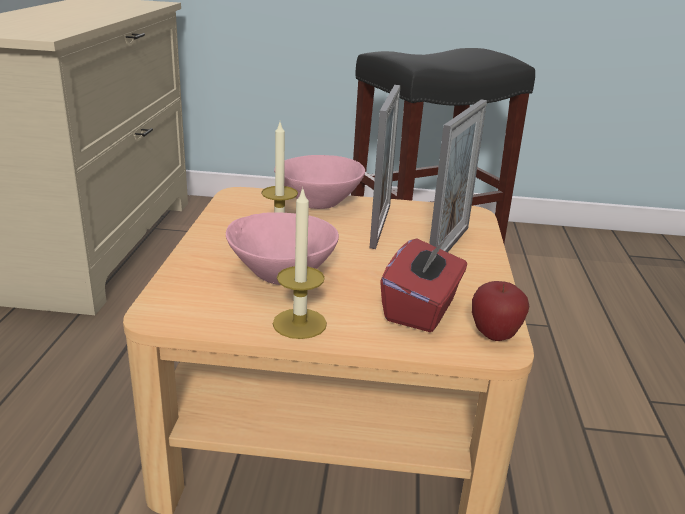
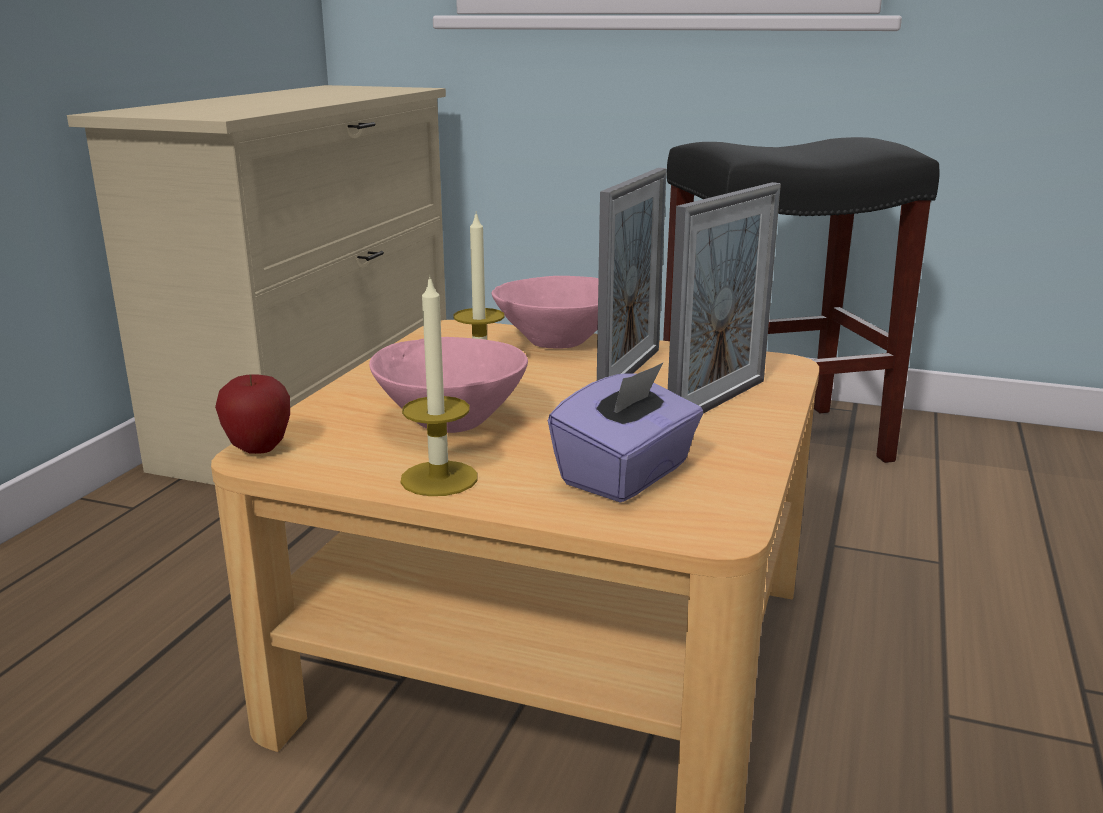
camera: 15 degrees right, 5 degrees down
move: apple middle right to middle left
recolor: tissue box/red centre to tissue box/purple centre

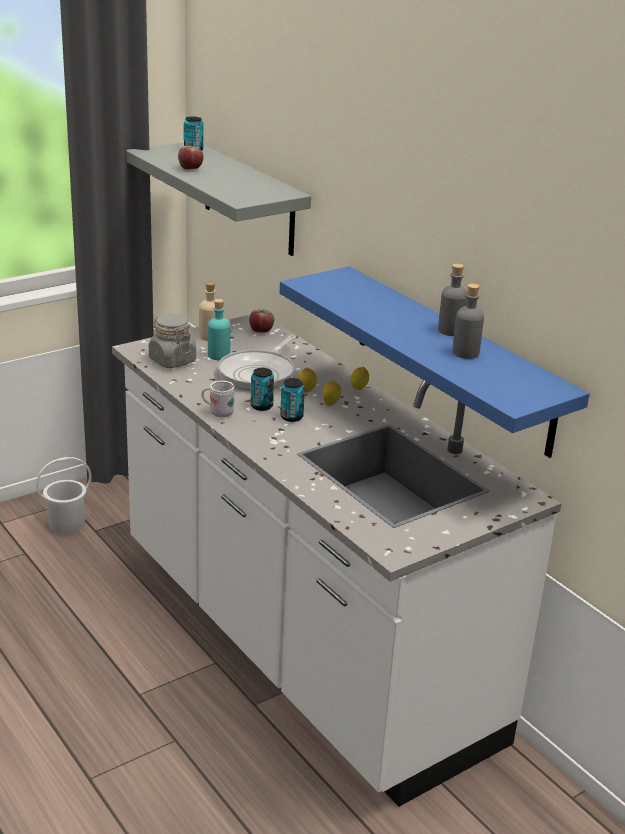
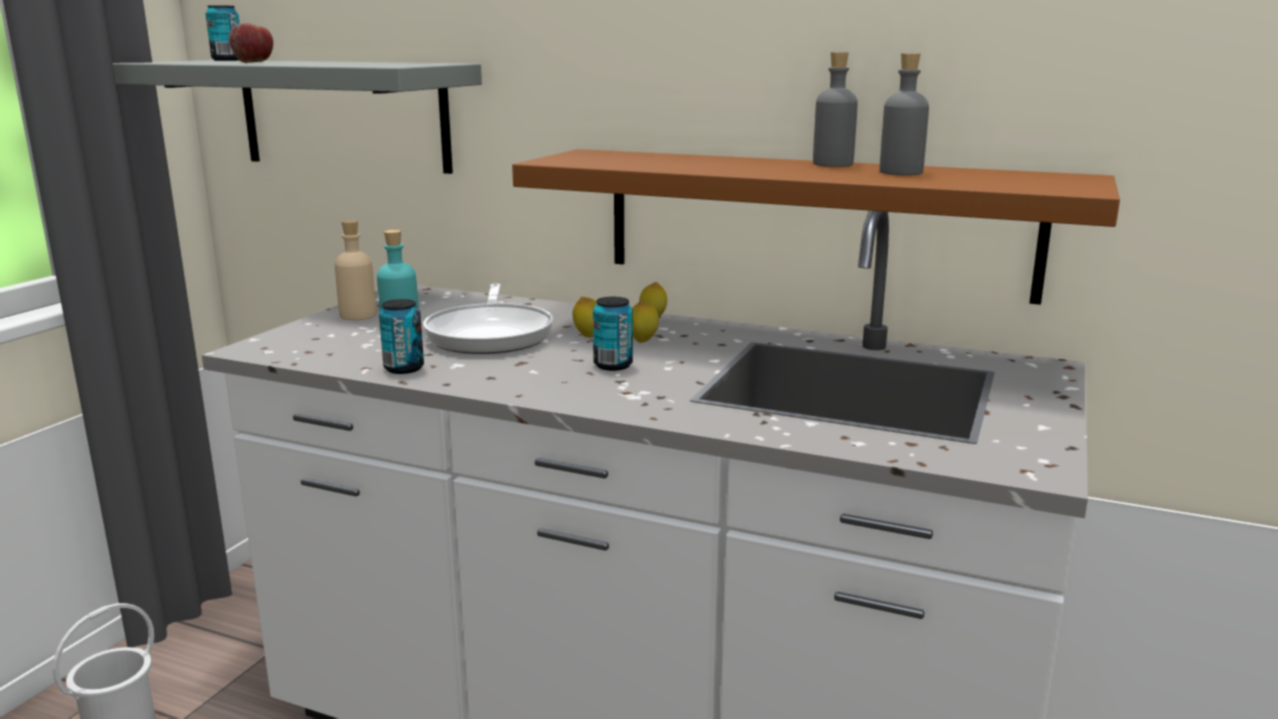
camera: 30 degrees left, 10 degrees down
delete: jar/grey middle left; mug/white centre; apple (2nd from left) centre
move: can (2nd from left) centre to middle left
recolor: shelf/blue middle right to shelf/brown top centre

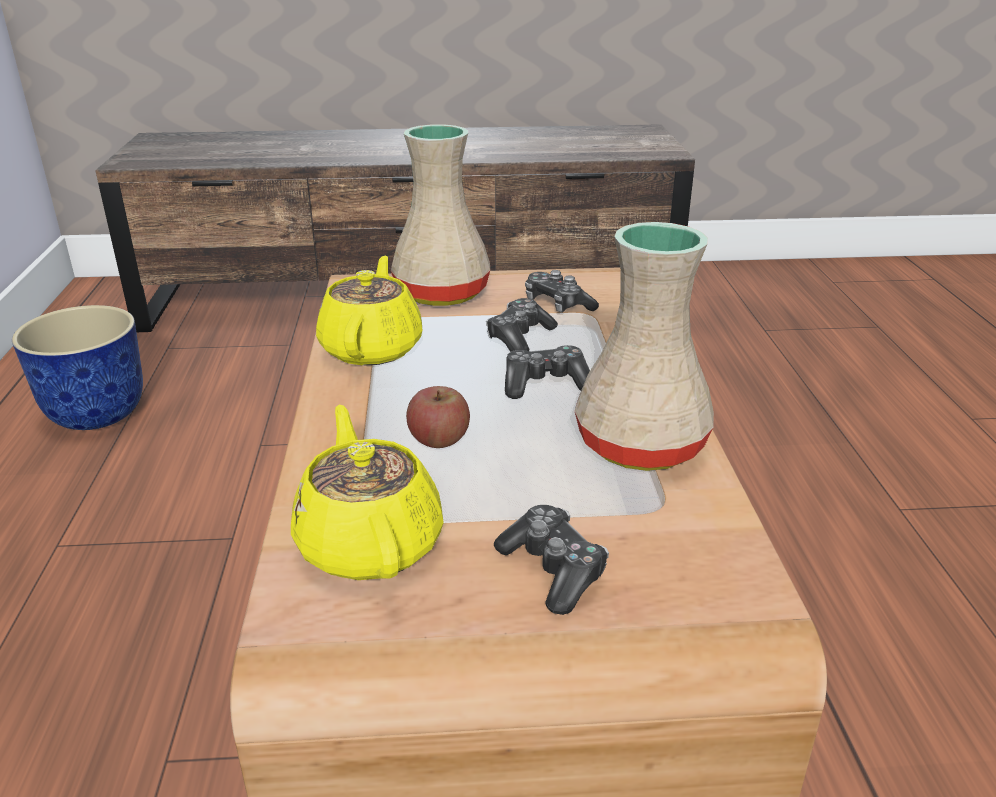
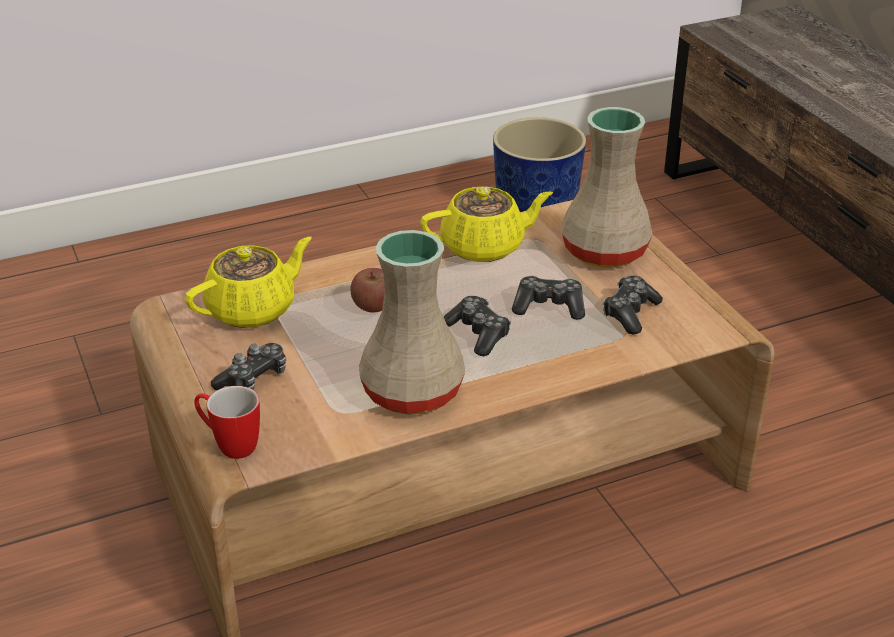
camera: 70 degrees right, 5 degrees up
insert: mug middle left

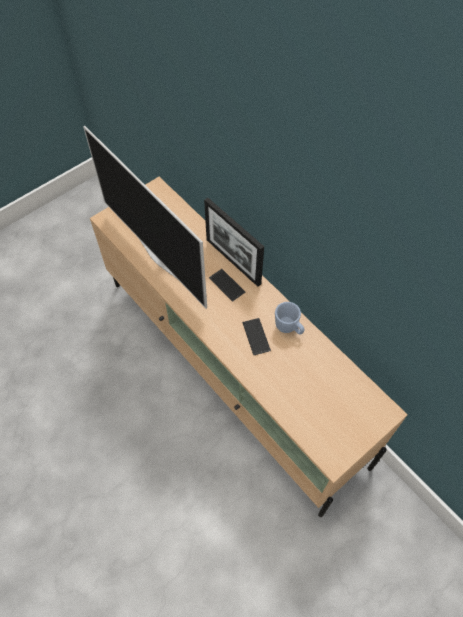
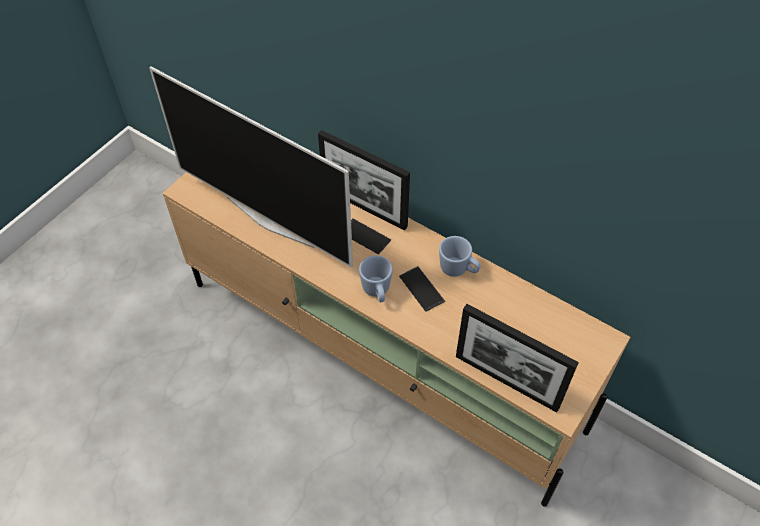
camera: 15 degrees left, 5 degrees down
insert: mug/blue (1st from left) centre; picture frame (2nd from left) bottom right

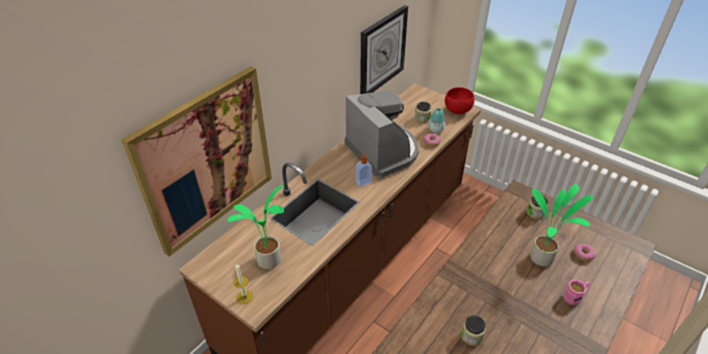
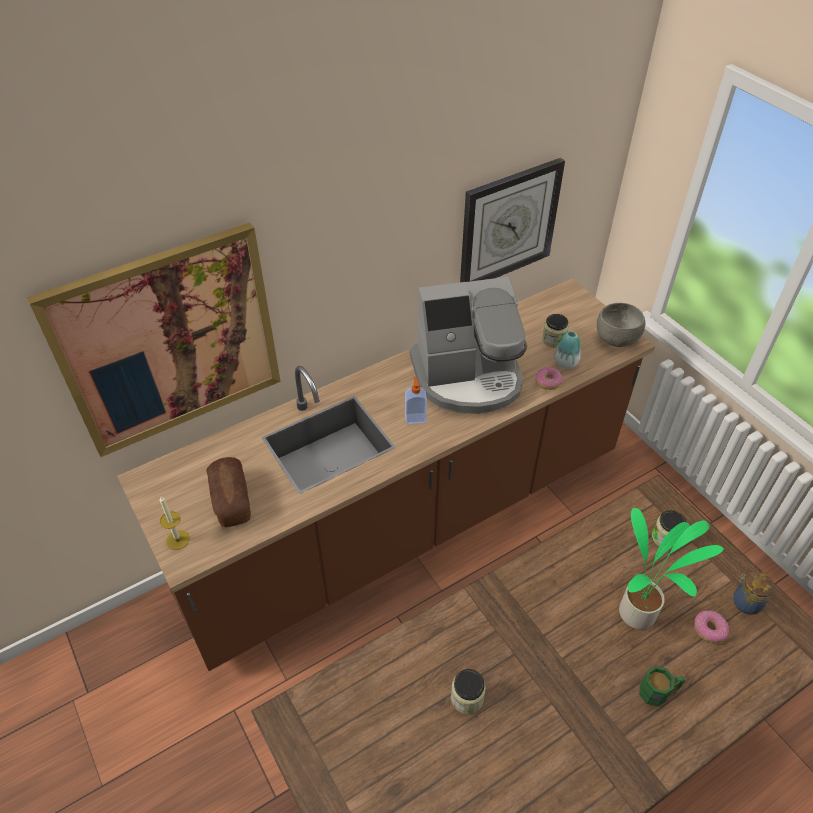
camera: 20 degrees right, 5 degrees up
insert: jar (4th from left) bottom right
replace: potted plant (1st from left) centre to bread middle left
recolor: bowl/red top centre to bowl/grey middle right; mug/pink bottom right to mug/green bottom right
rotate: coffee machine centre = centre 90 degrees clockwise

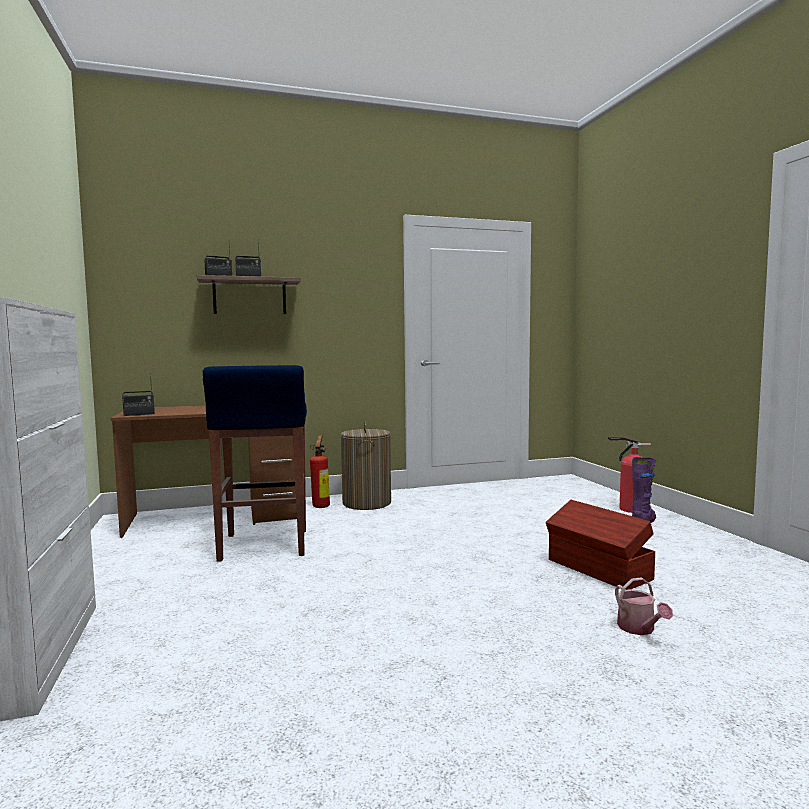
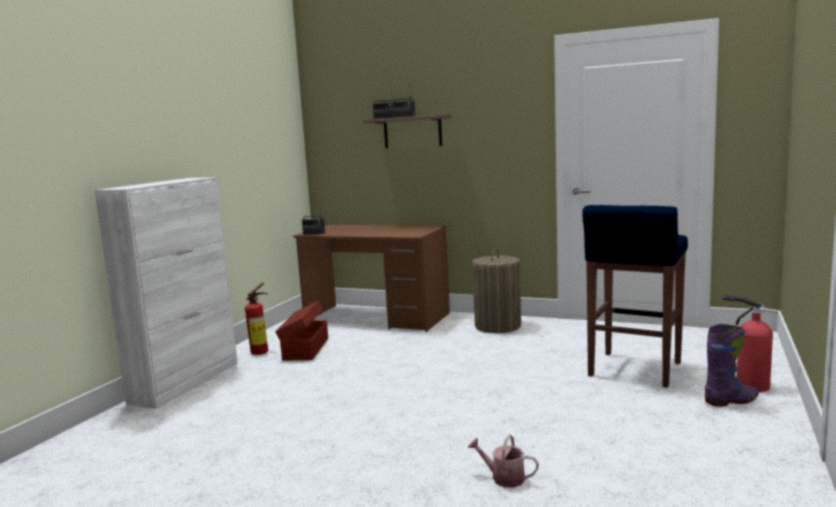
camera: 40 degrees right, 5 degrees up
move: stool/blue middle left to middle right; fire extinguisher (1st from left) centre to middle left; storage box/brown bottom right to centre
rotate: watering can bottom right = bottom centre 90 degrees clockwise

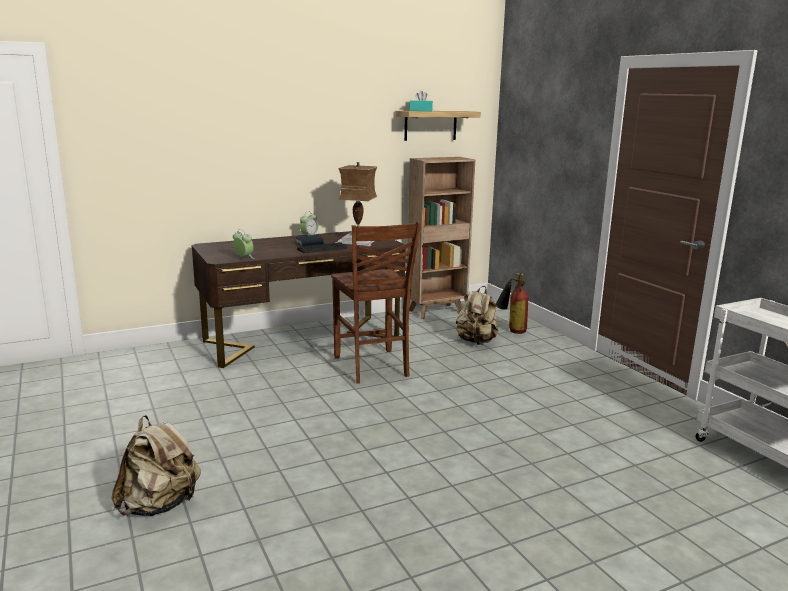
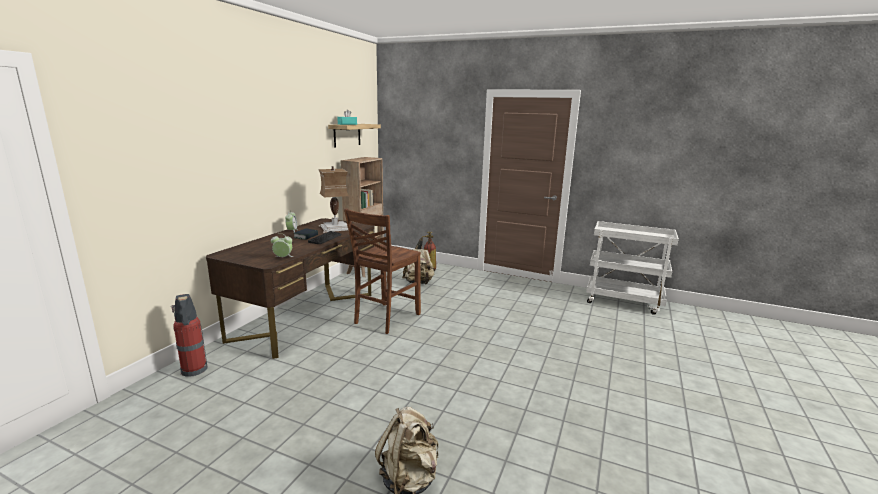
camera: 40 degrees left, 0 degrees up
insert: fire extinguisher (1st from left) bottom left
rotate: chair/brown centre = centre 90 degrees clockwise

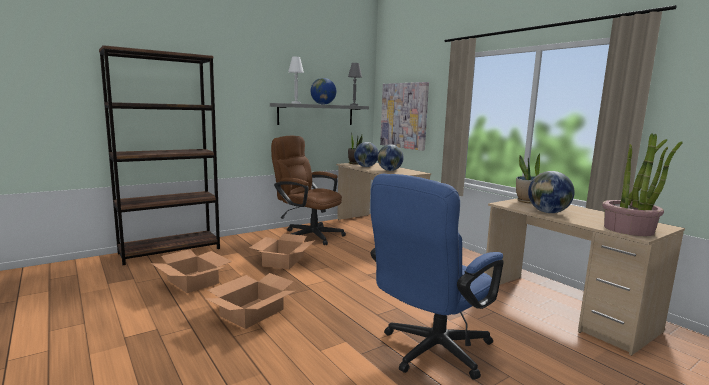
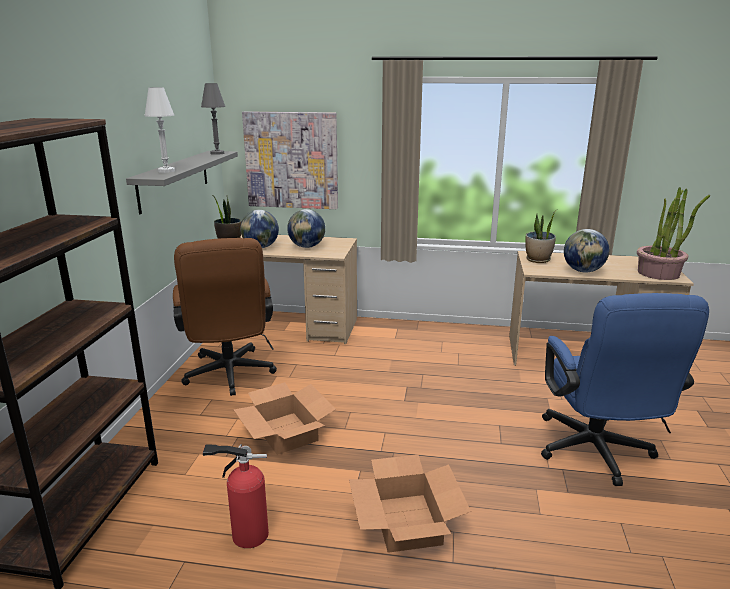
camera: 45 degrees left, 10 degrees up
delete: globe (1st from left) top centre
replace: cardboard box (1st from left) bottom left to fire extinguisher bottom left
rotate: office chair/brown centre = middle left 90 degrees counterclockwise

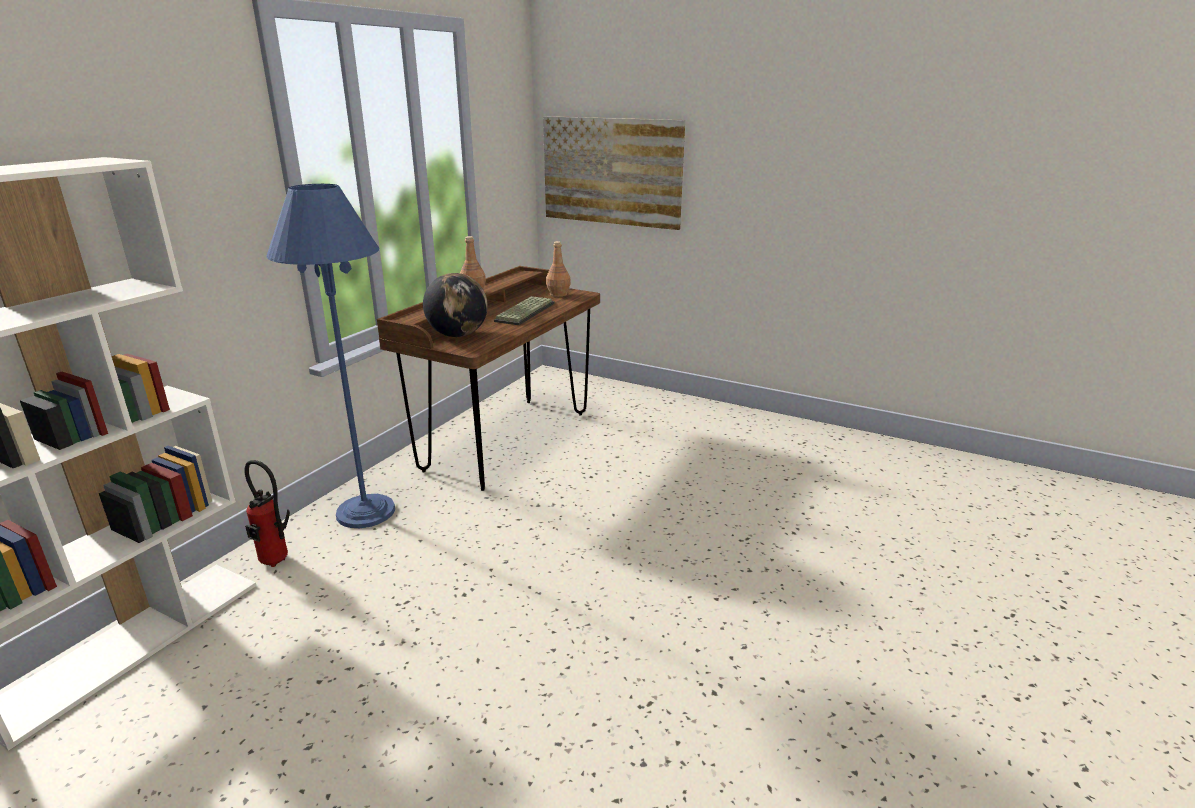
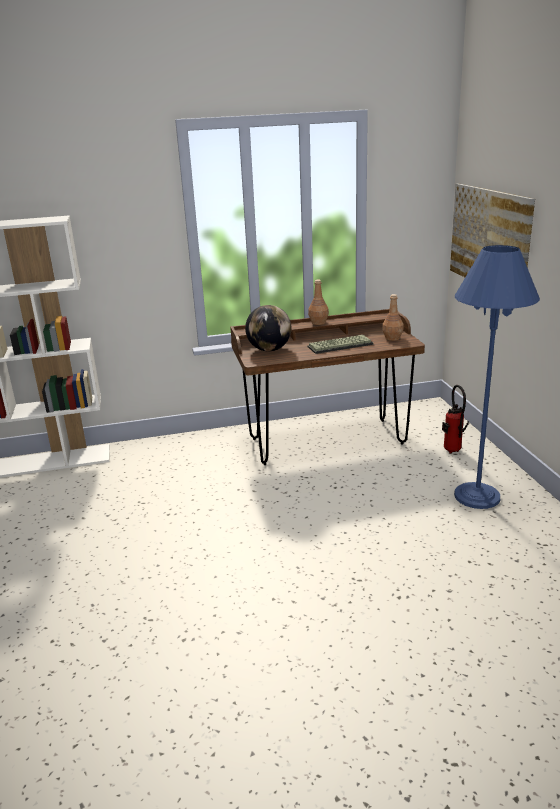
camera: 50 degrees right, 0 degrees up
move: fire extinguisher middle left to middle right; floor lamp/blue middle left to middle right

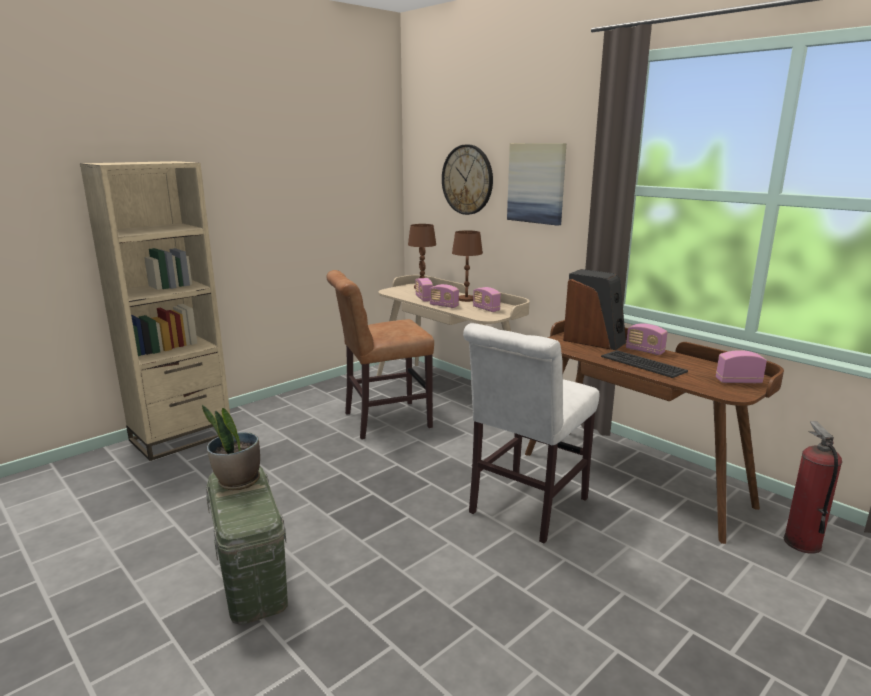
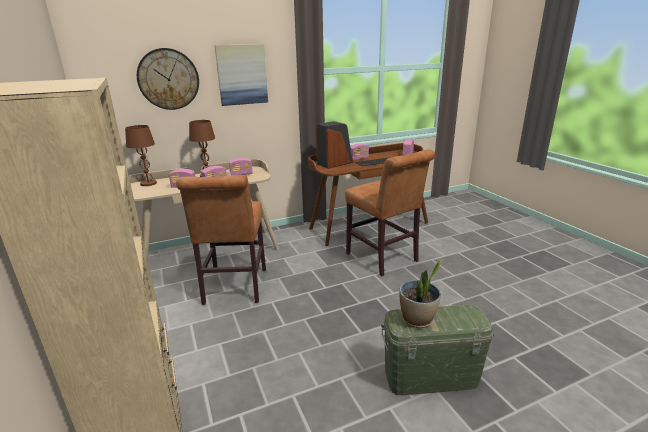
camera: 70 degrees left, 5 degrees up
delete: fire extinguisher bottom right
recolor: chair/white centre to chair/brown (2nd from left) centre

